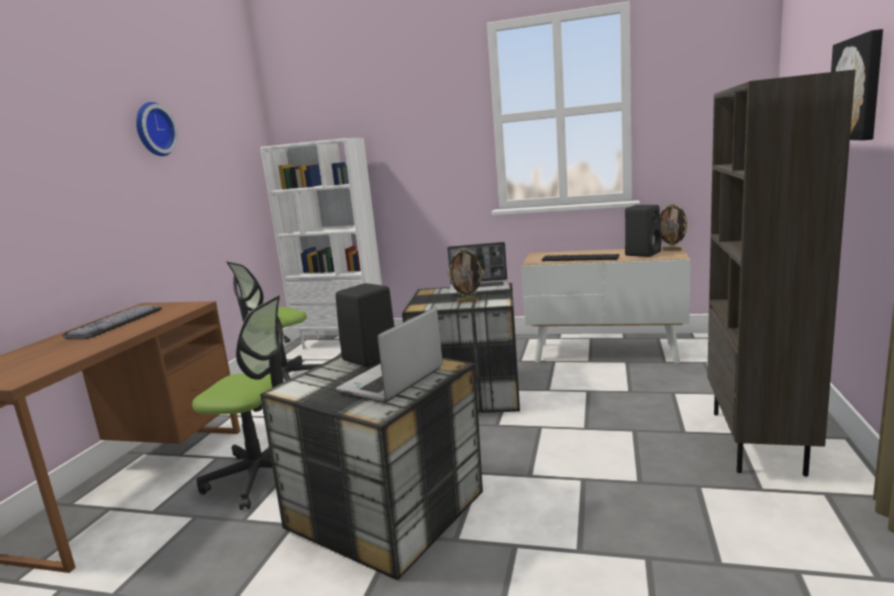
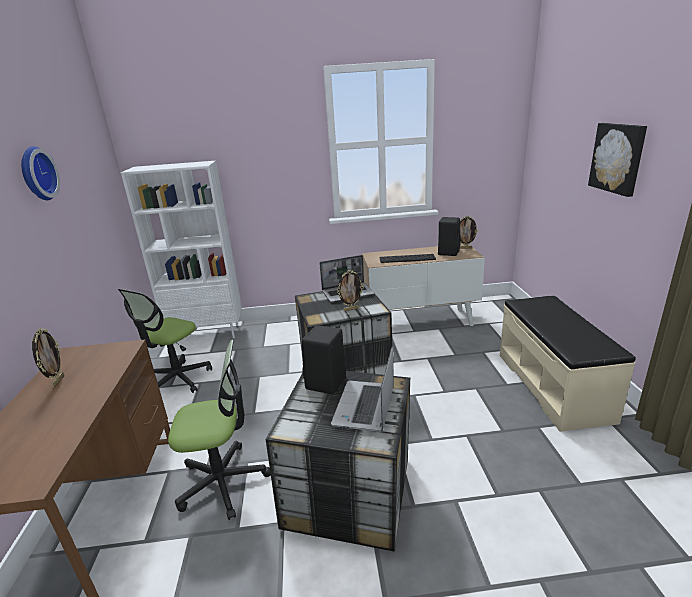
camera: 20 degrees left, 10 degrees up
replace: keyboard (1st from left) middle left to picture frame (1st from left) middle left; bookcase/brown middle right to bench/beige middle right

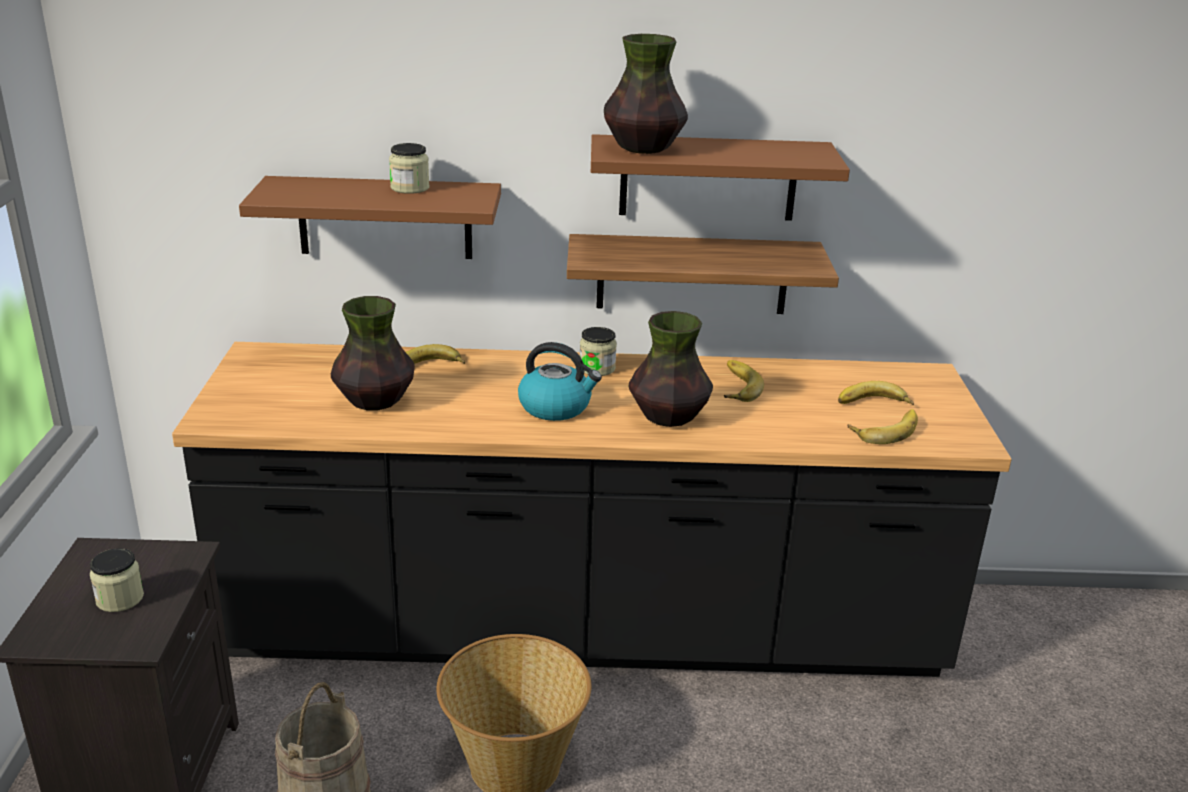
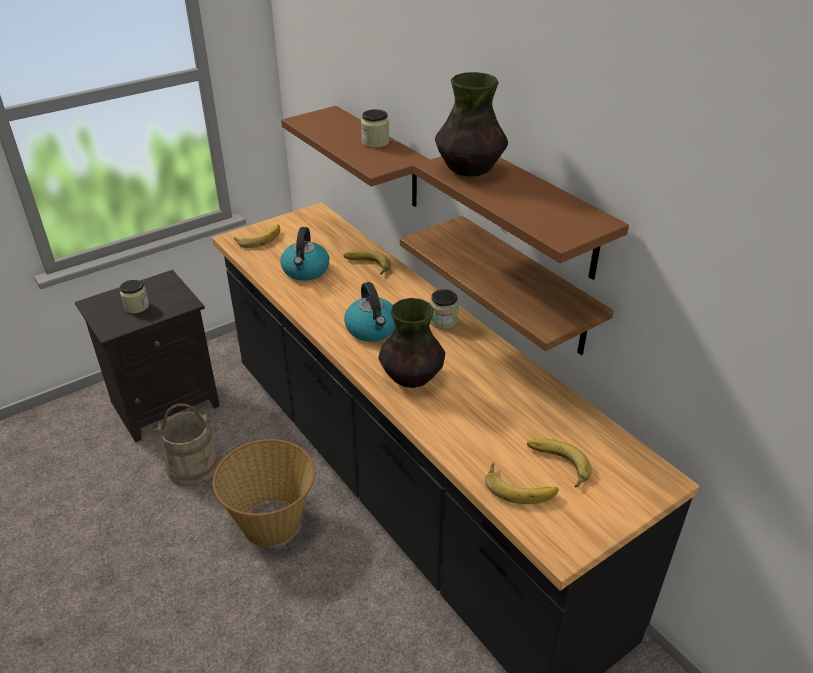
camera: 55 degrees right, 10 degrees up
move: banana (2nd from left in the first image) centre to banana (1st from left) middle left
replace: vase (1st from left) middle left to kettle (1st from left) centre

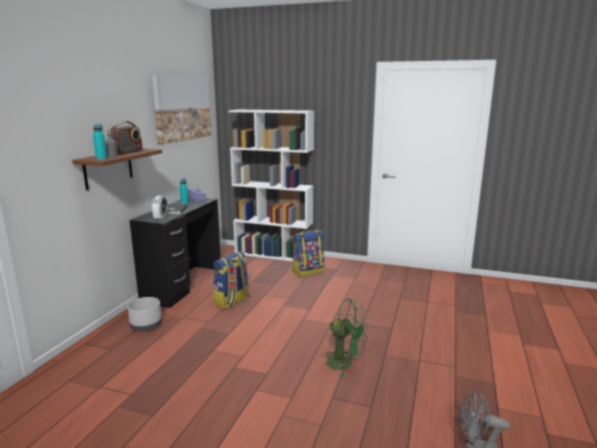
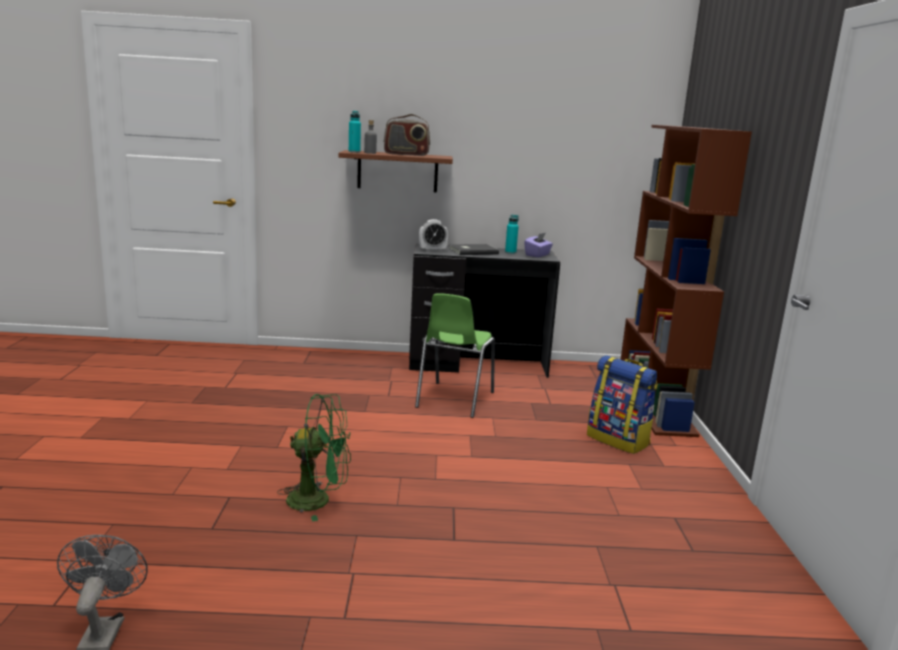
camera: 70 degrees right, 0 degrees up
delete: planter/grey bottom left; picture top left
replace: backpack (1st from left) centre to chair/green centre
recolor: bookcase/white centre to bookcase/brown middle right
rotate: fan/green bottom centre = bottom centre 90 degrees counterclockwise

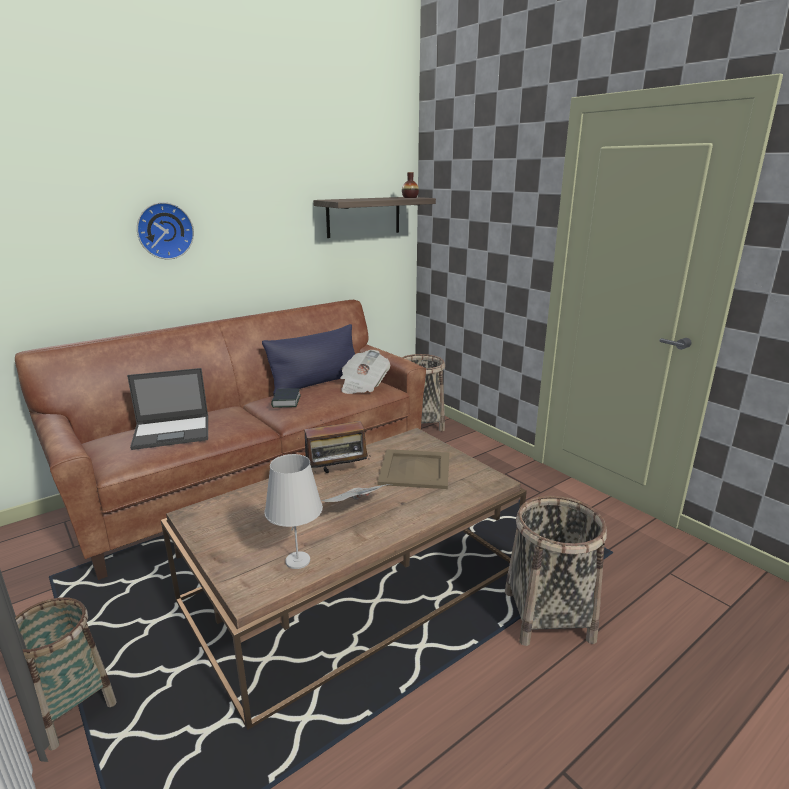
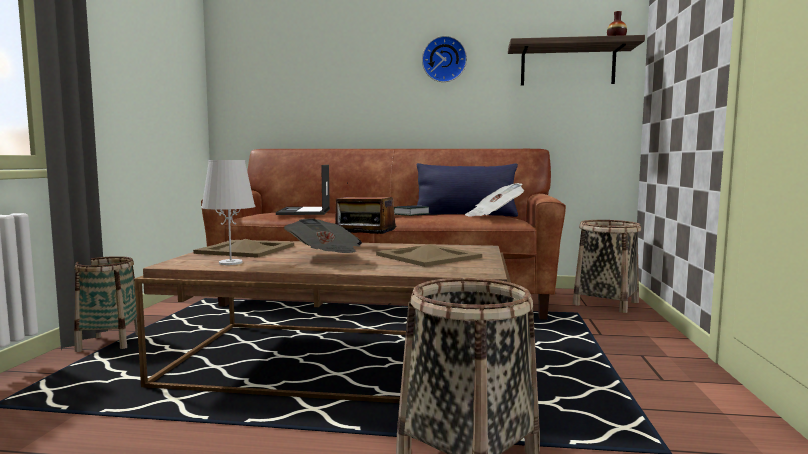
camera: 45 degrees right, 15 degrees down
insert: tray/beige (1st from left) middle left
move: wall clock top left to top centre
rotate: laptop middle left = centre 60 degrees clockwise

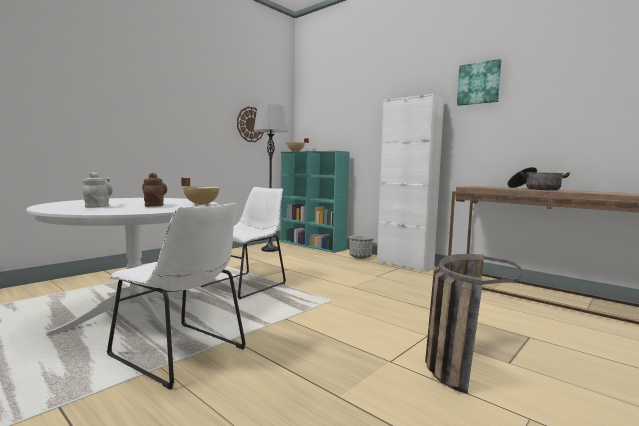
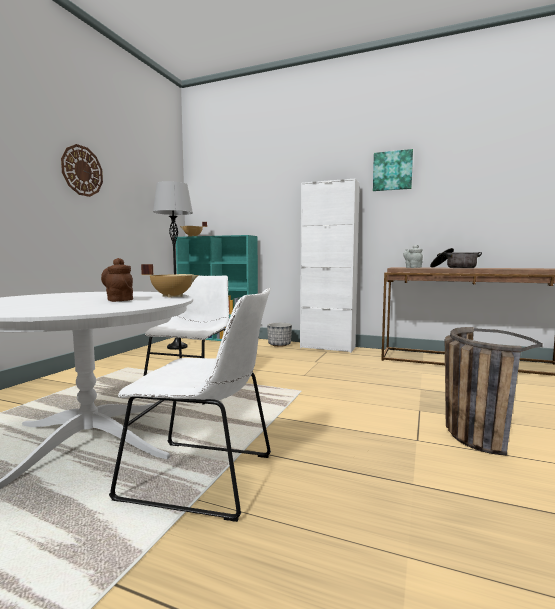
camera: 20 degrees left, 0 degrees up
move: teapot/grey middle left to middle right; wall clock top centre to top left

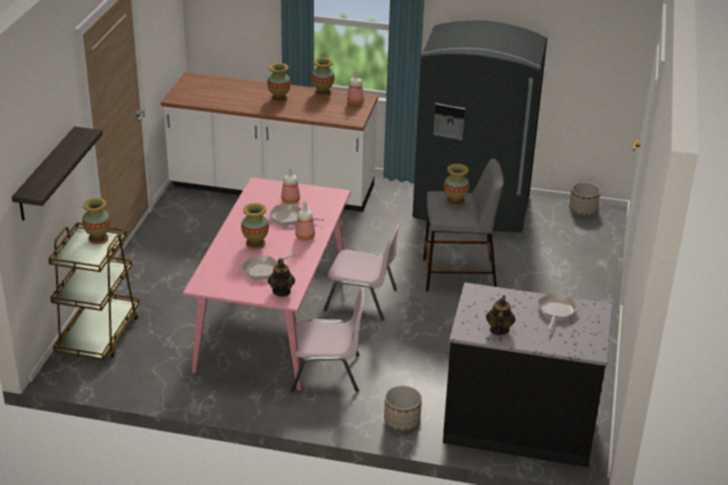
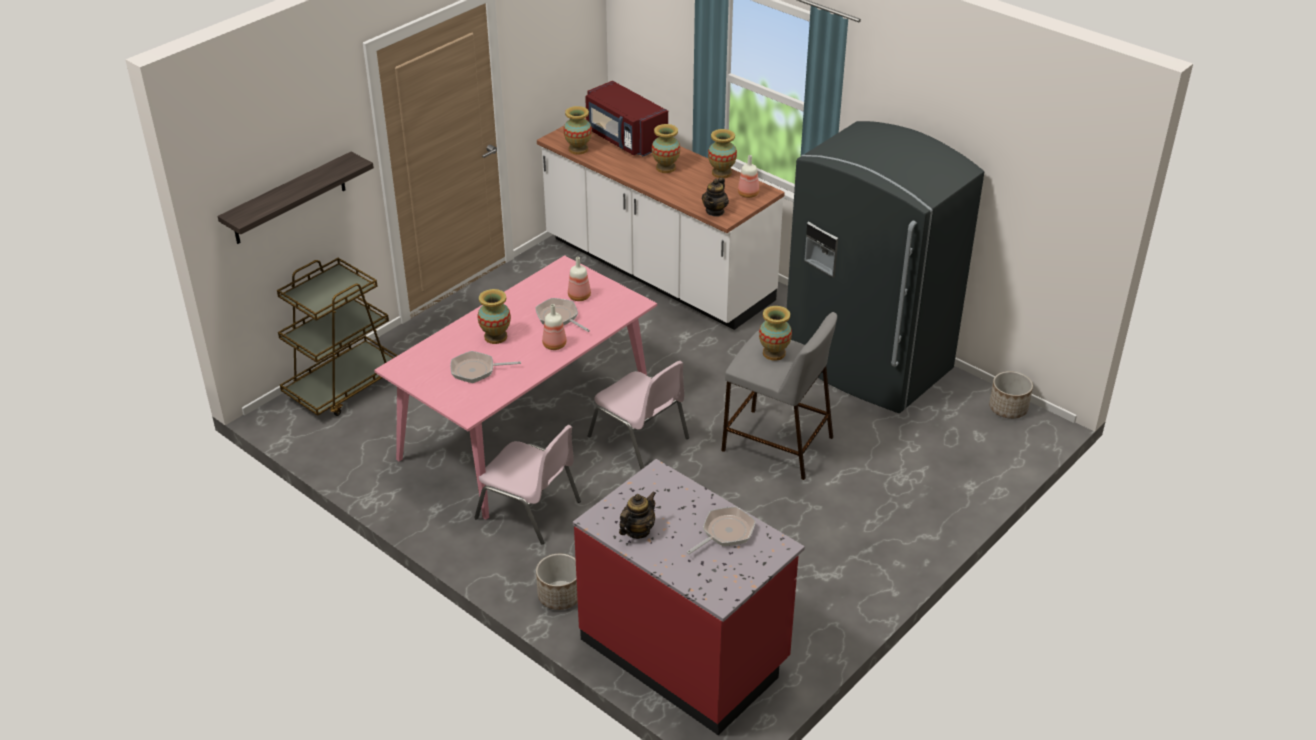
camera: 30 degrees right, 5 degrees up
insert: microwave/red top centre
move: vase (1st from left in the first image) middle left to vase (2nd from left) top centre; teapot (1st from left in the first image) centre to teapot (2nd from left) top centre
recolor: counter/black bottom right to counter/red bottom centre

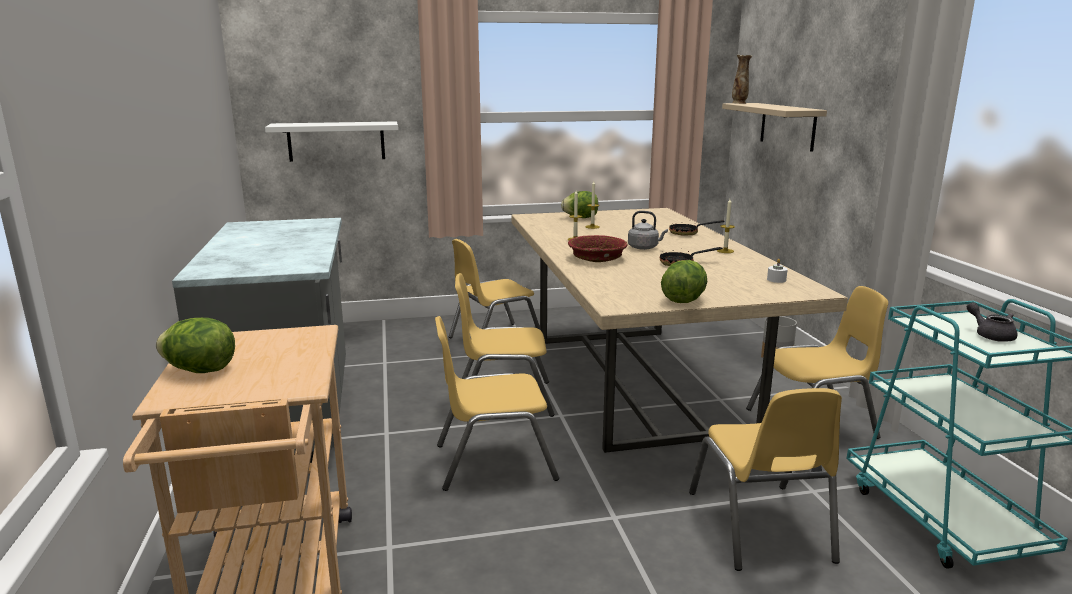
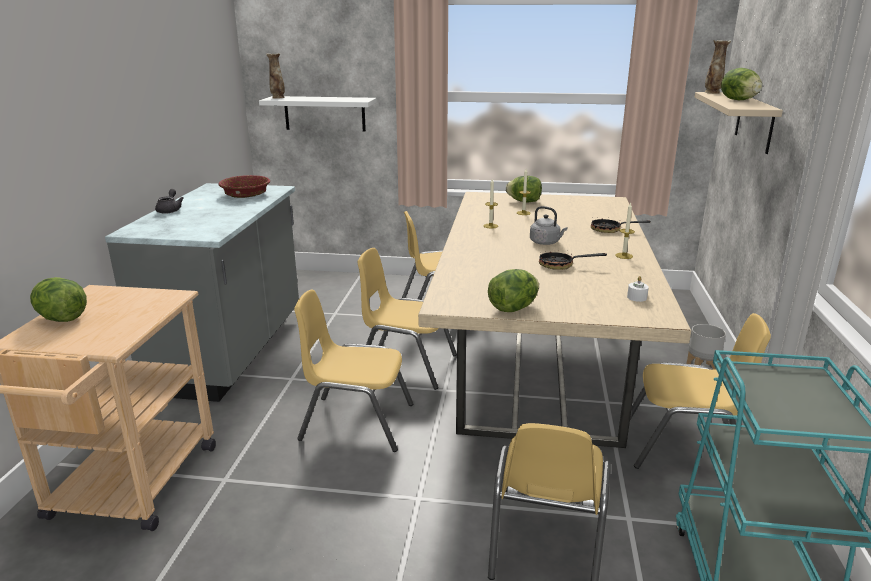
camera: 20 degrees right, 5 degrees up
insert: vase (1st from left) top left; lettuce (4th from left) top right
move: bowl/red centre to top left; teapot/grey middle right to middle left

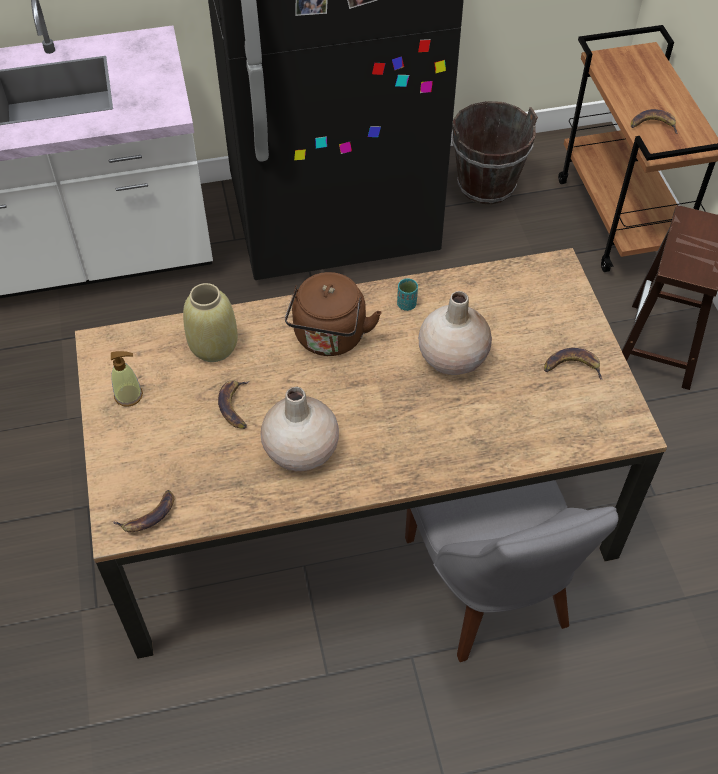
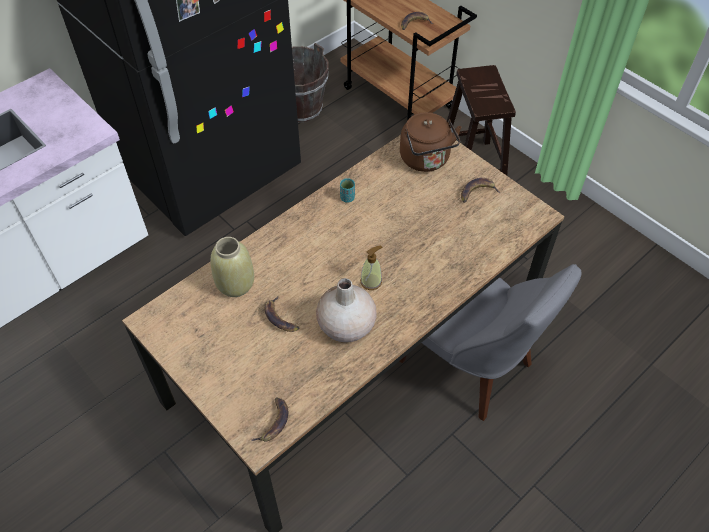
camera: 30 degrees left, 0 degrees up
delete: vase/beige (3rd from left) centre
move: soap dispenser middle left to centre; kettle/brown centre to top centre

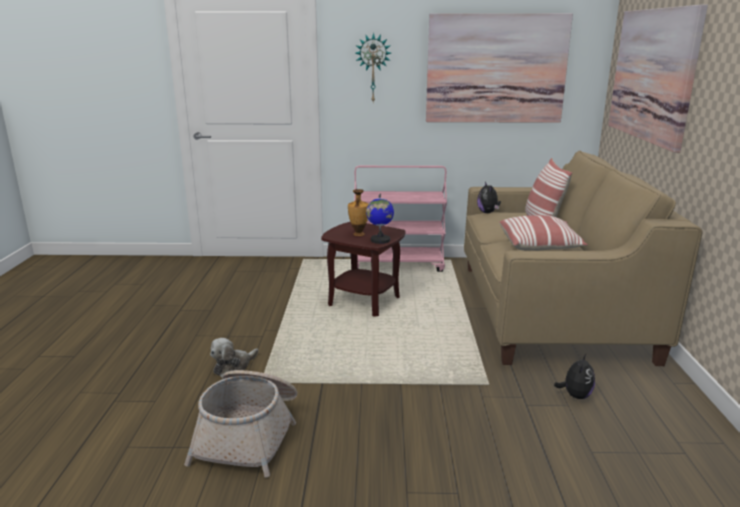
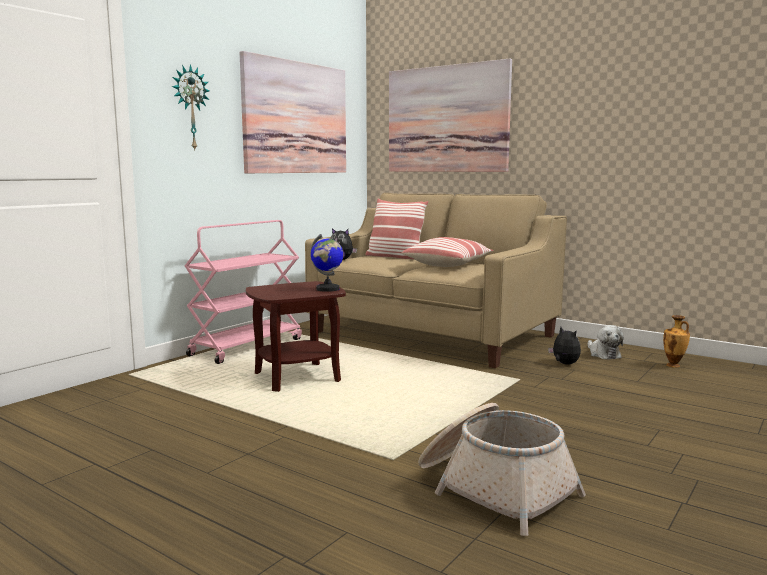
camera: 55 degrees left, 10 degrees down
move: plush toy (1st from left in the first image) bottom left to plush toy (3rd from left) middle right; vase centre to middle right

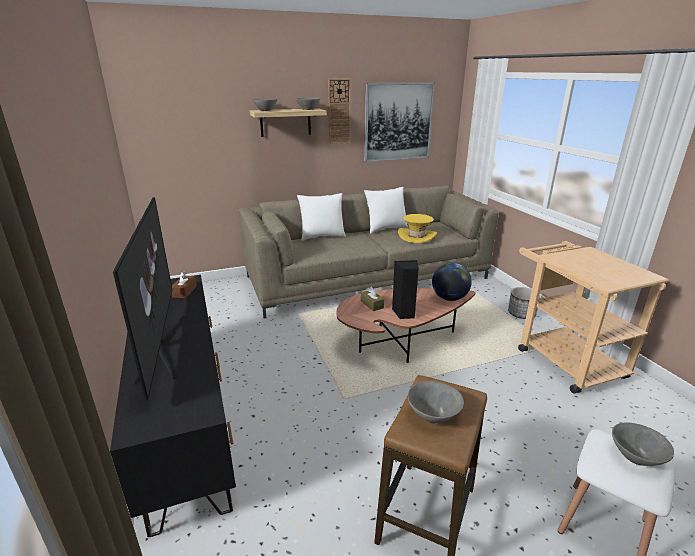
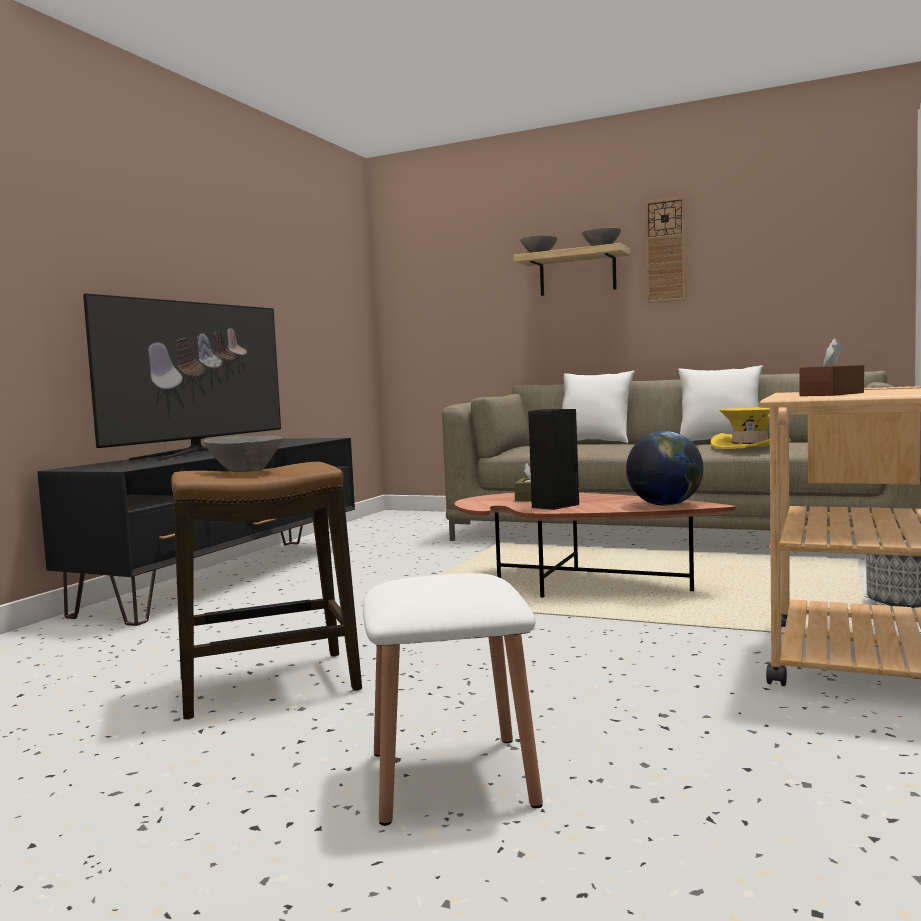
camera: 45 degrees right, 20 degrees down
delete: picture top centre; bowl/grey (4th from left) bottom right
move: tissue box/brown (1st from left in the first image) middle left to tissue box/brown (2nd from left) middle right

